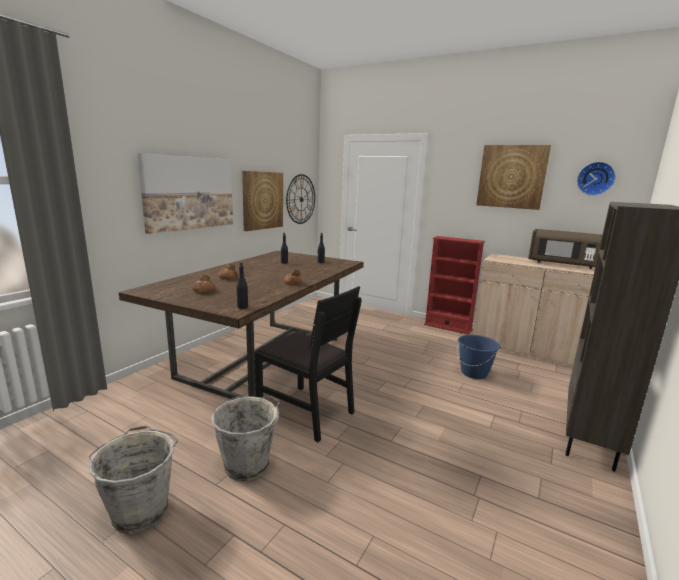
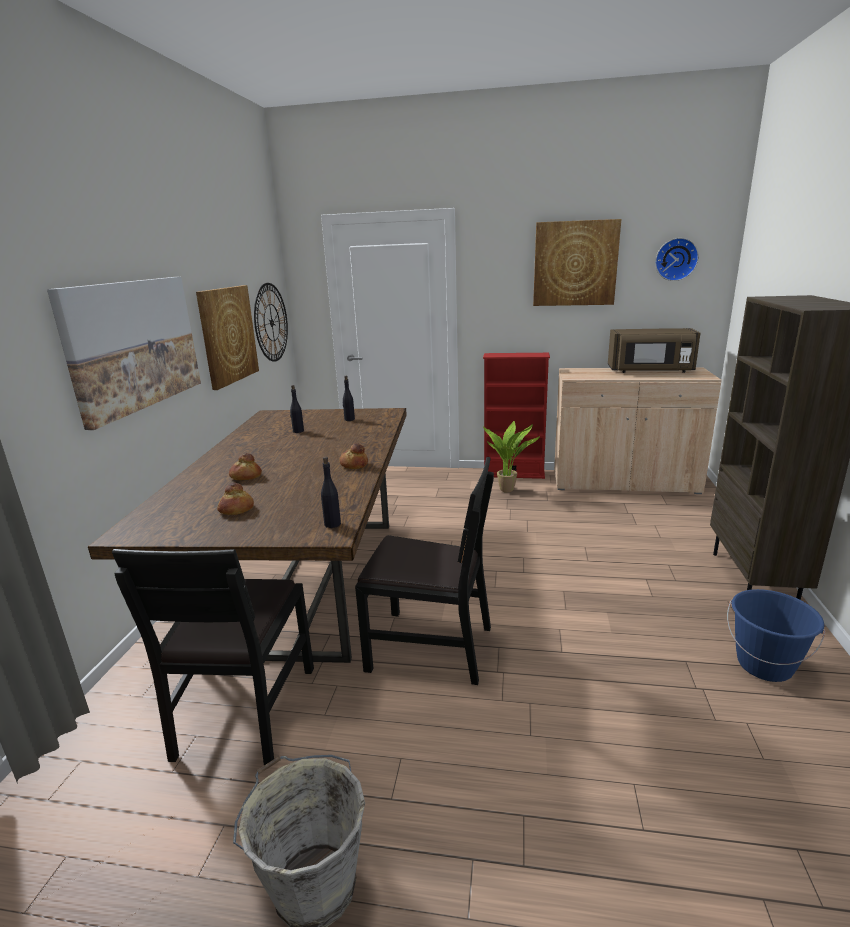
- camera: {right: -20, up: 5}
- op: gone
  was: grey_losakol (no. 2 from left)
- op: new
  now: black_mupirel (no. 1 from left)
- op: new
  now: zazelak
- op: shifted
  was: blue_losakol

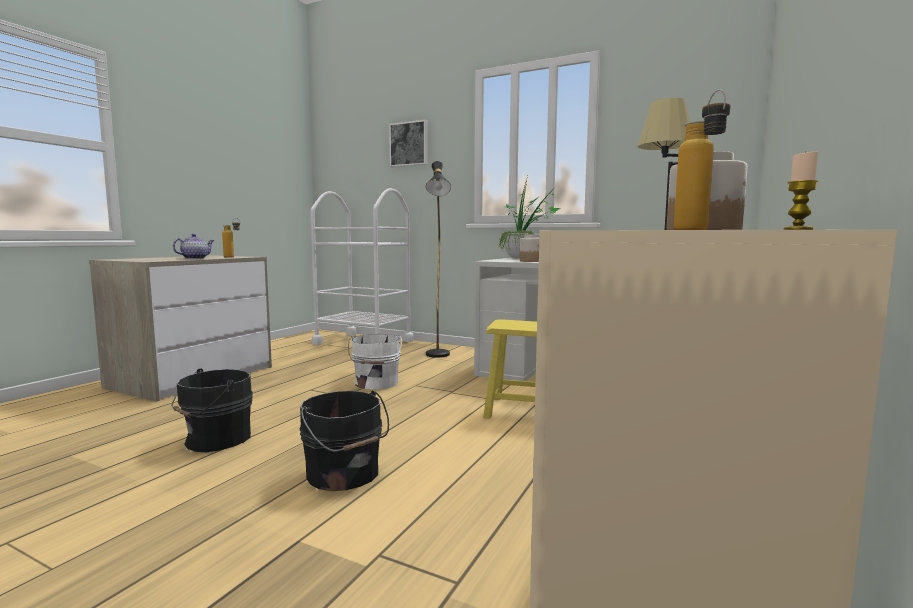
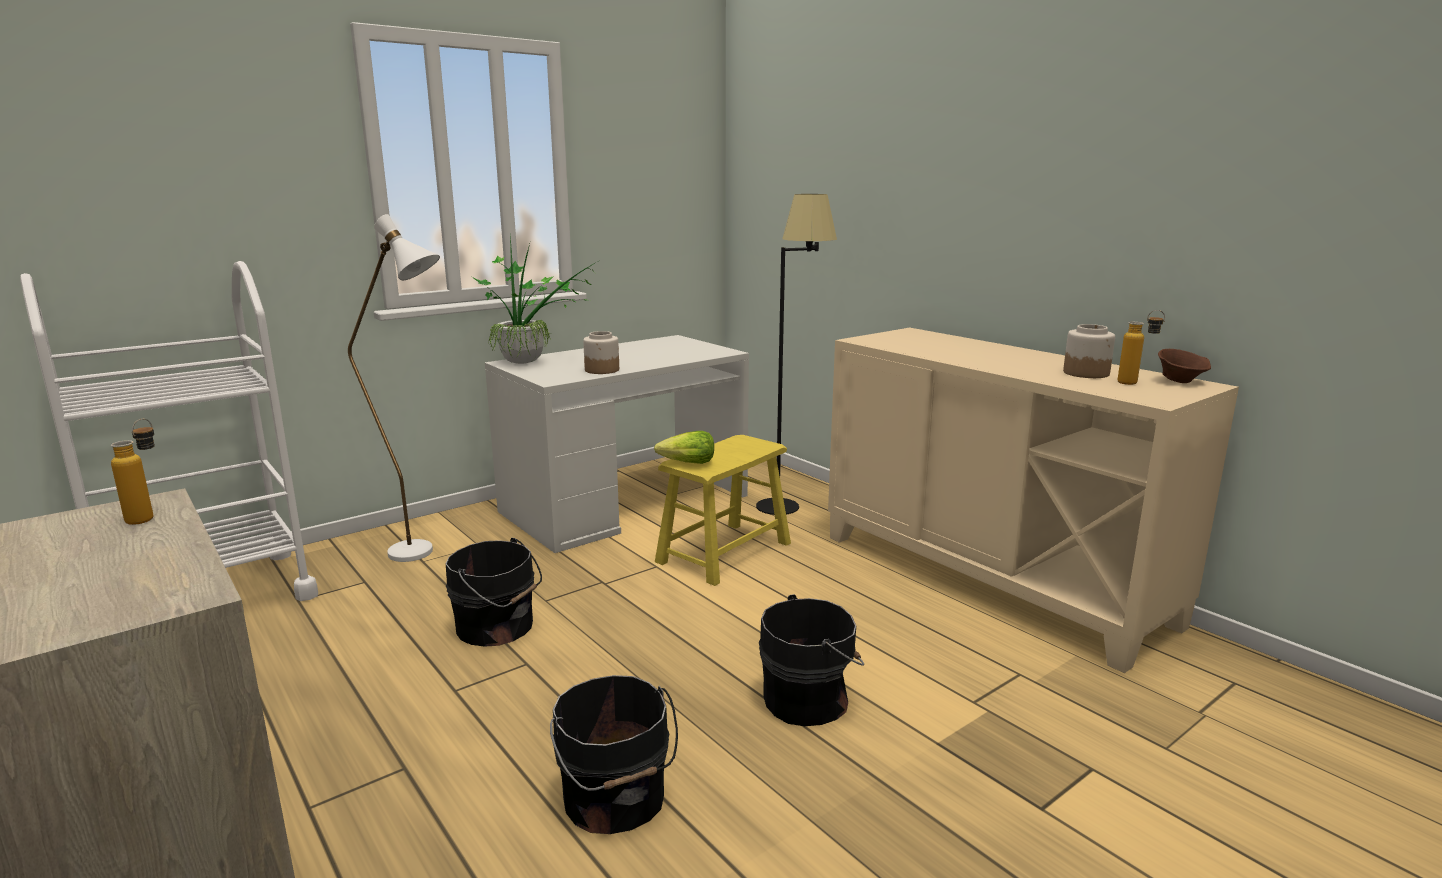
- camera: {right: -65, up: 10}
- op: gone
  was: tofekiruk
- op: gone
  was: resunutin
- op: new
  now: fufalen
- op: swapped
  was: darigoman
  now: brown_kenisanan
- op: repainted
  was: white_losakol
  now: black_losakol (no. 1 from left)
- op: repainted
  was: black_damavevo (no. 1 from left)
  now: white_damavevo

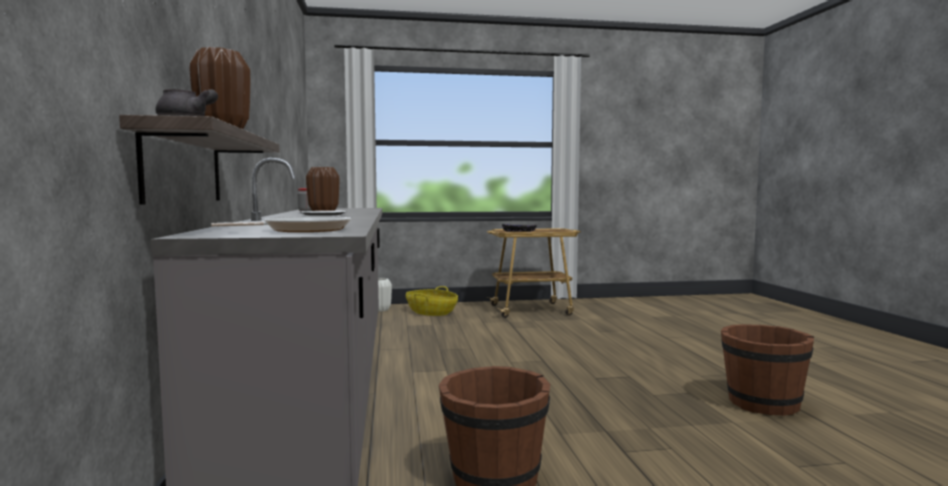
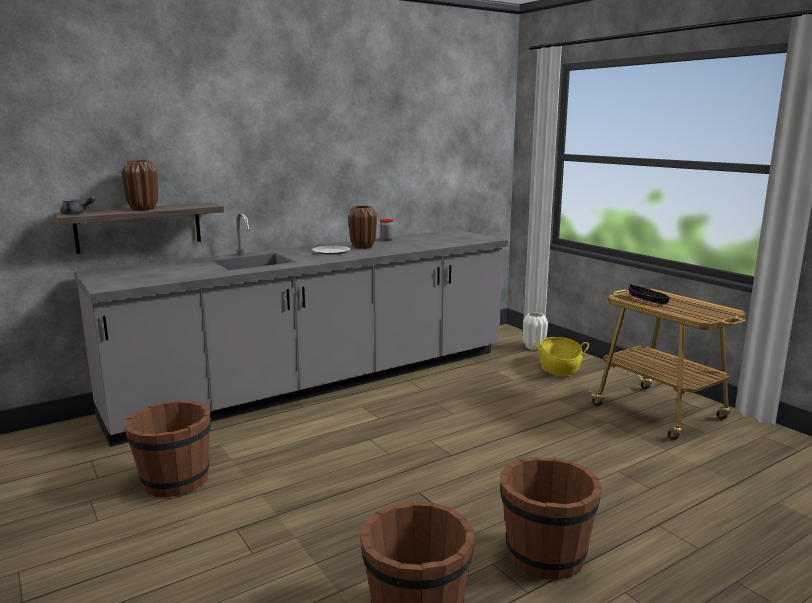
- camera: {right: 65, up: 10}
- op: gone
  was: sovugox
- op: new
  now: brown_losakol (no. 3 from left)

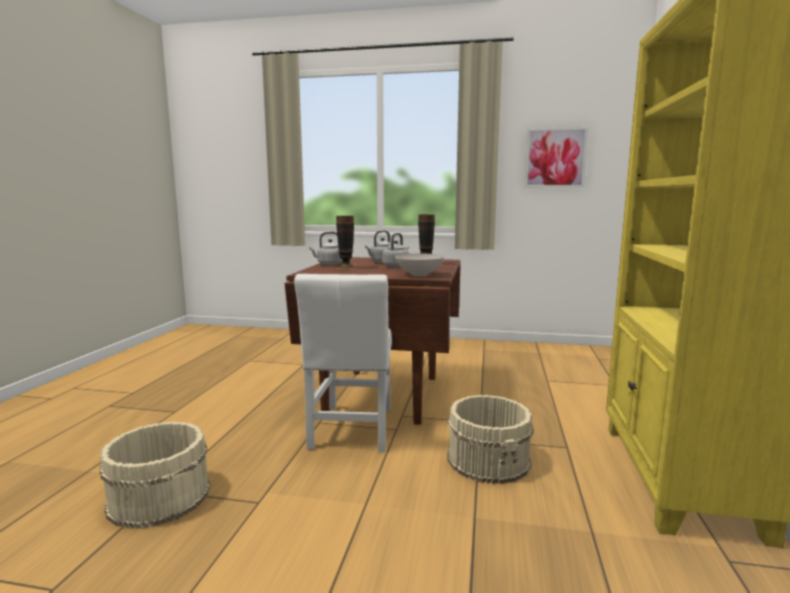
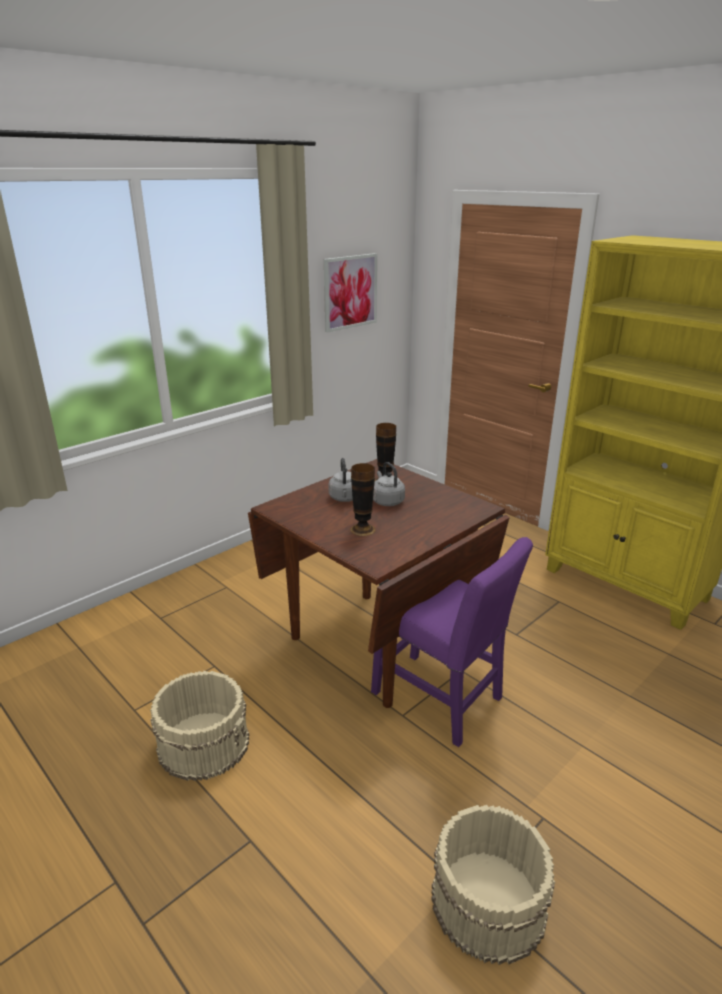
- camera: {right: -55, up: 15}
- op: gone
  was: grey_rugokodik (no. 1 from left)
- op: gone
  was: white_kenisanan
- op: shifted
  was: beige_losakol (no. 2 from left in the first image)
  now: beige_losakol (no. 1 from left)
- op: repainted
  was: white_mupirel
  now: purple_mupirel

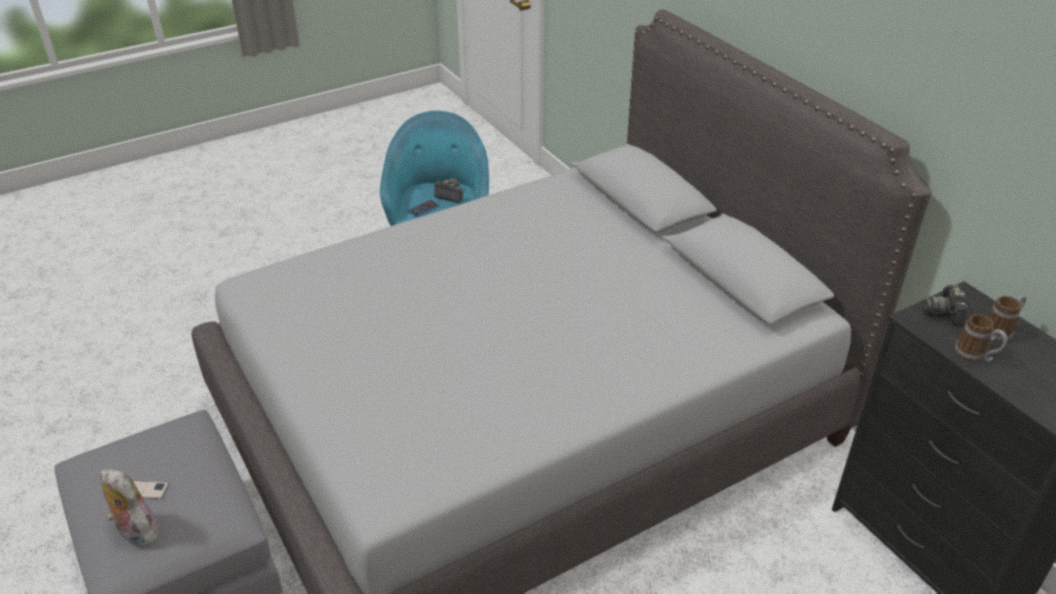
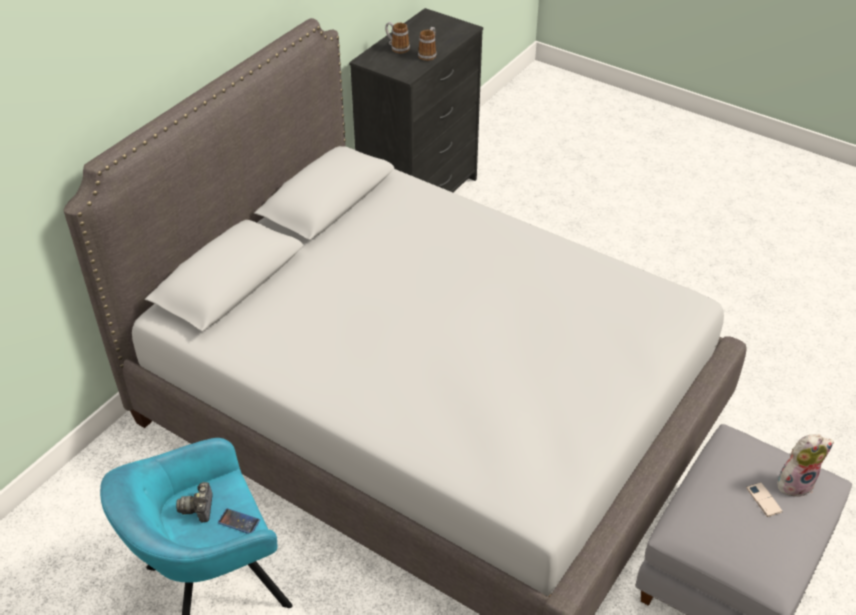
- camera: {right: -115, up: 5}
- op: gone
  was: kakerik (no. 2 from left)
- op: rotated
  was: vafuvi
  clockwise: -120

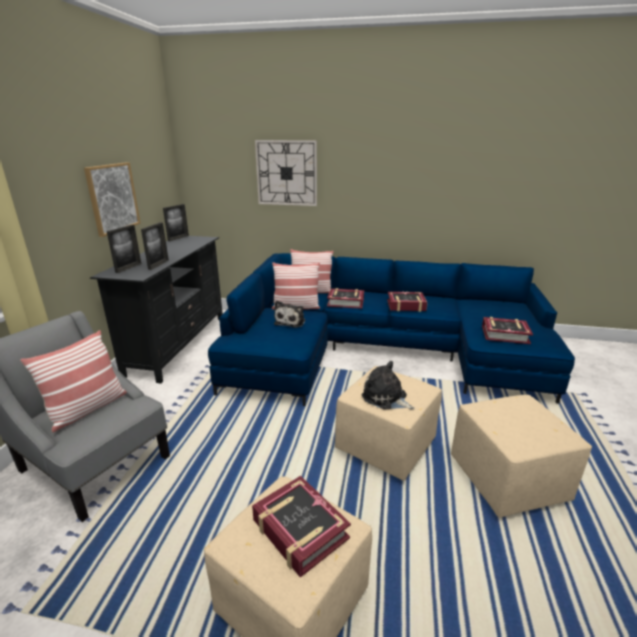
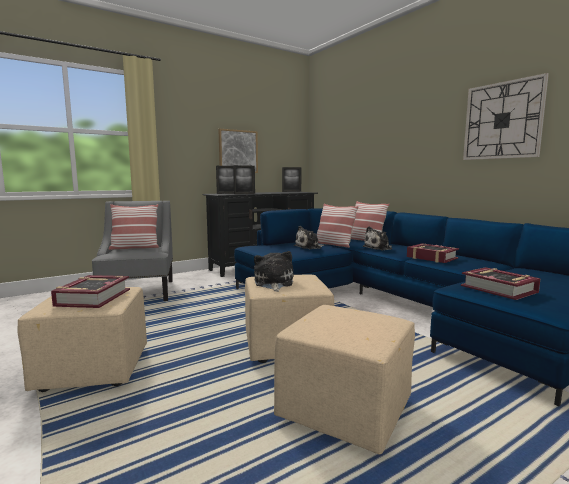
- camera: {right: 45, up: -15}
- op: shifted
  was: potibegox
- op: swapped
  was: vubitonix (no. 2 from left)
  now: vafuvi (no. 3 from left)

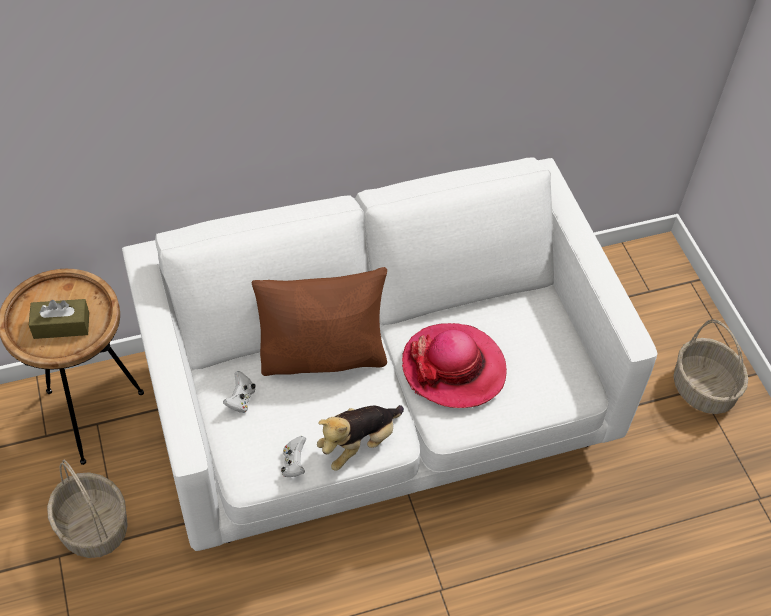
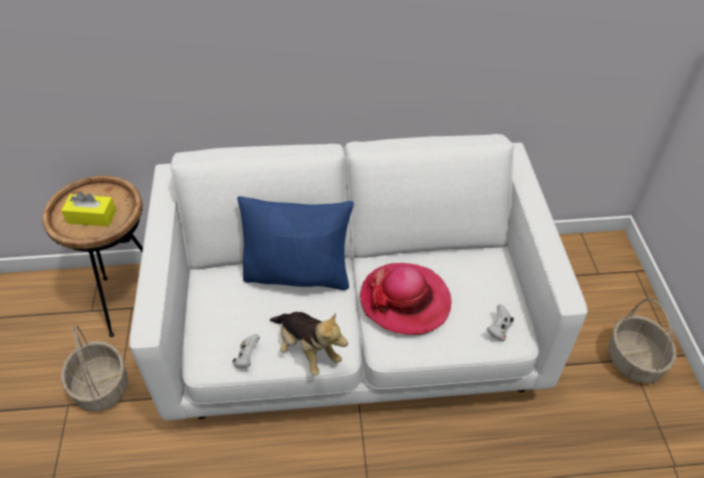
- camera: {right: 15, up: -5}
- op: shifted
  was: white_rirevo (no. 1 from left in the first image)
  now: white_rirevo (no. 2 from left)
- op: repainted
  was: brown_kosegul
  now: yellow_kosegul
- op: repainted
  was: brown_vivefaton
  now: blue_vivefaton
- op: rotated
  was: vafuvi
  clockwise: -105

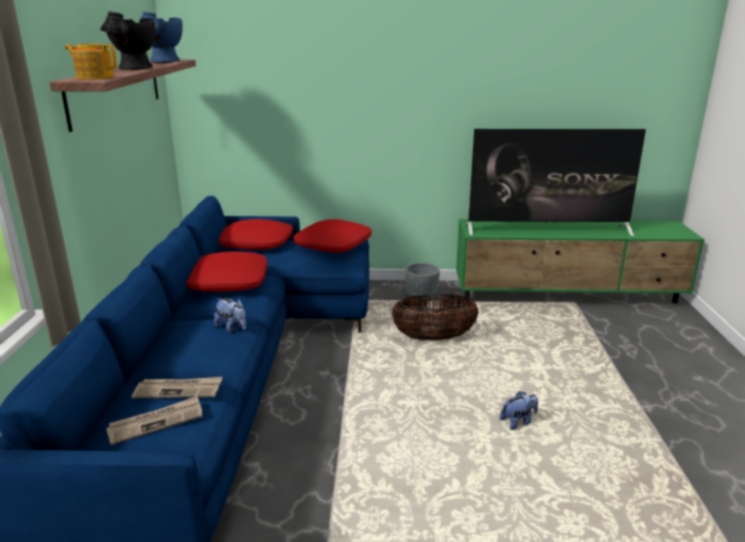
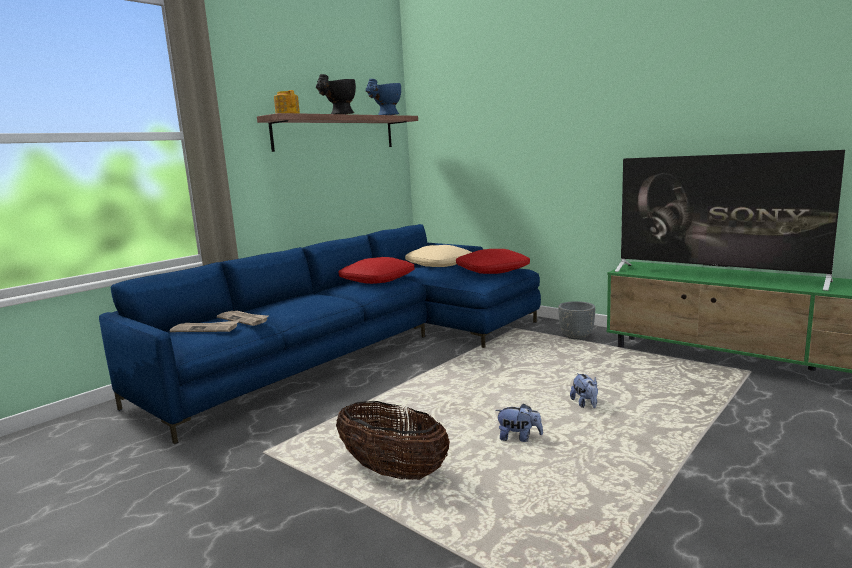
- camera: {right: 40, up: -10}
- op: shifted
  was: vafuvi (no. 1 from left in the first image)
  now: vafuvi (no. 2 from left)
- op: shifted
  was: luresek
- op: repainted
  was: red_vivefaton (no. 2 from left)
  now: beige_vivefaton

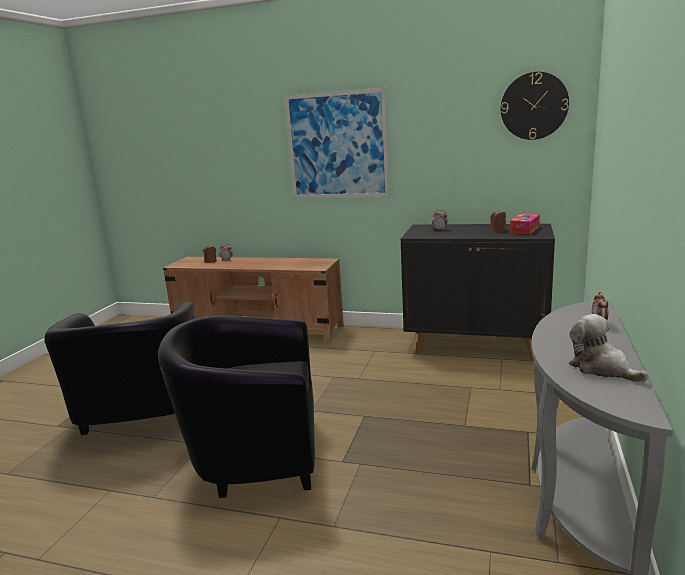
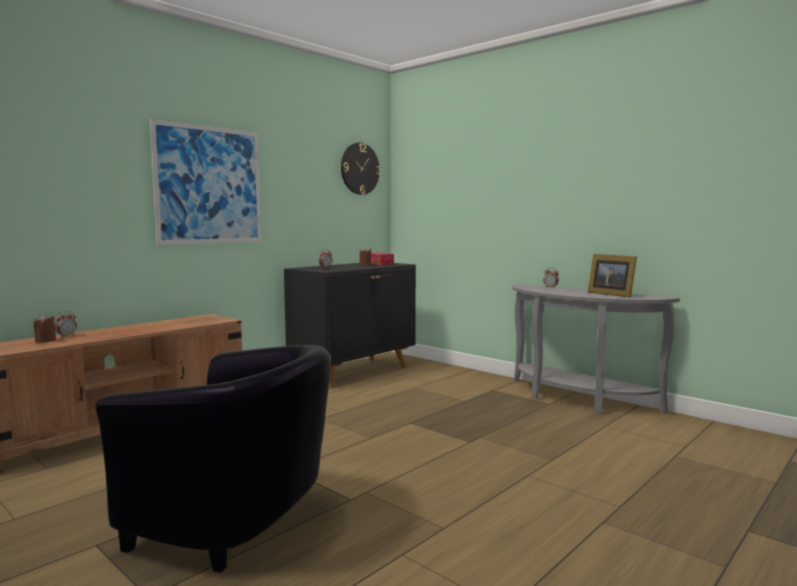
- camera: {right: -65, up: -10}
- op: gone
  was: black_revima (no. 2 from left)
- op: swapped
  was: vafuvi
  now: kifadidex

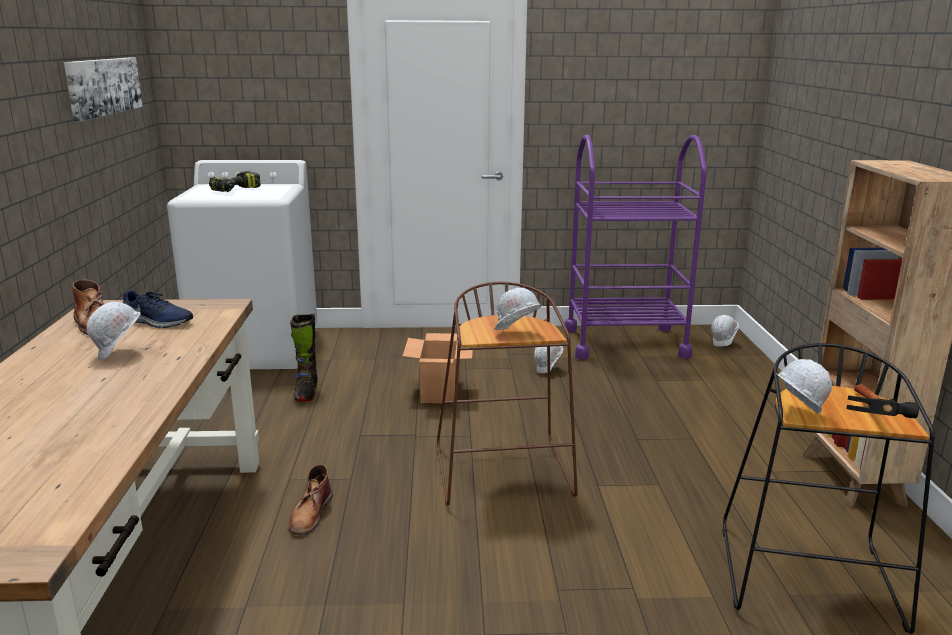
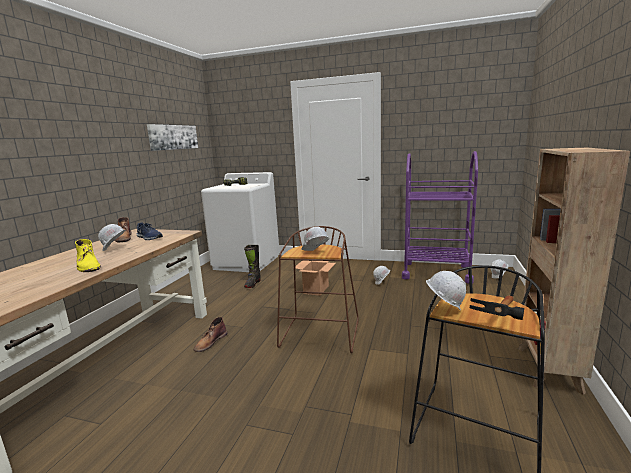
- camera: {right: 20, up: -5}
- op: new
  now: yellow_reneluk

